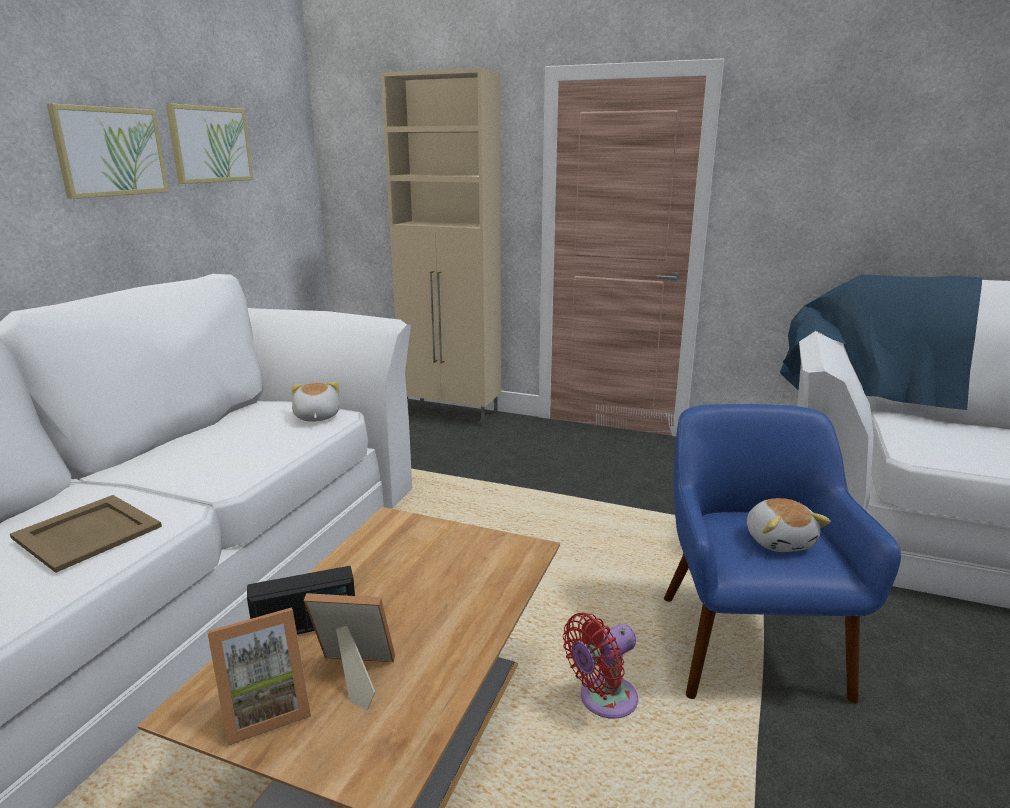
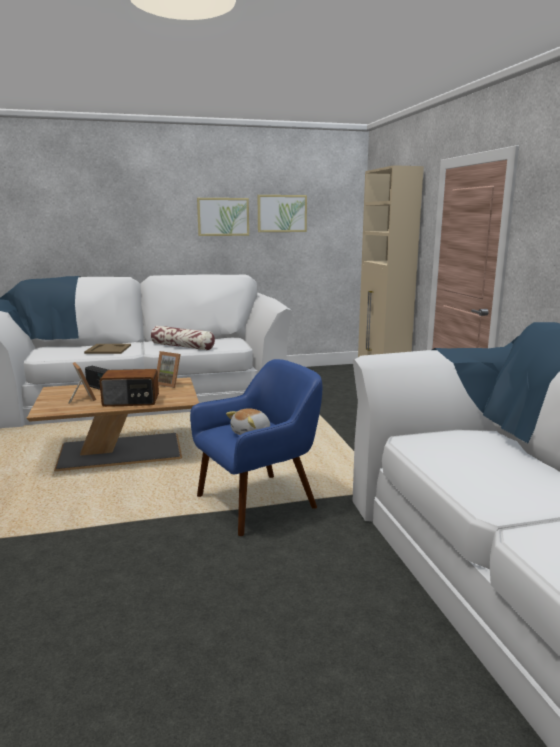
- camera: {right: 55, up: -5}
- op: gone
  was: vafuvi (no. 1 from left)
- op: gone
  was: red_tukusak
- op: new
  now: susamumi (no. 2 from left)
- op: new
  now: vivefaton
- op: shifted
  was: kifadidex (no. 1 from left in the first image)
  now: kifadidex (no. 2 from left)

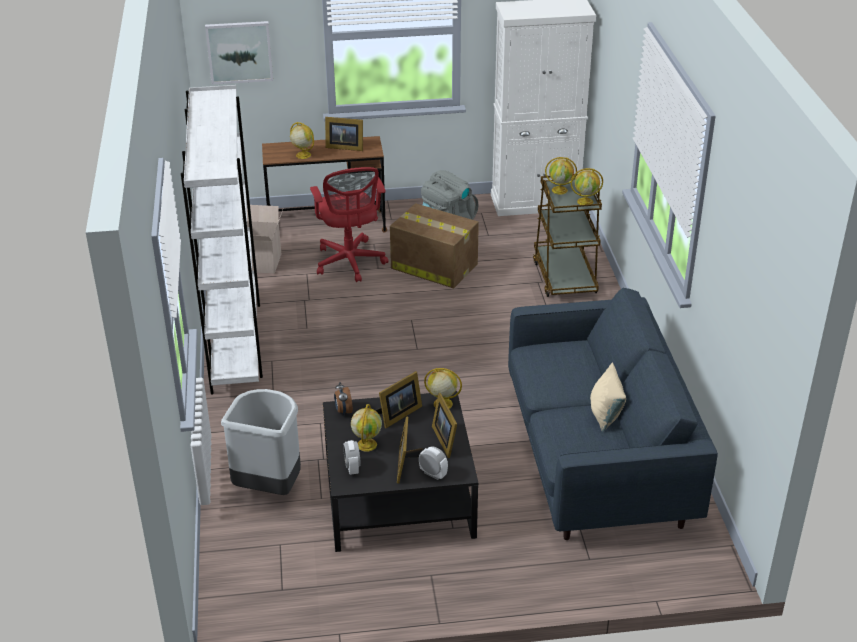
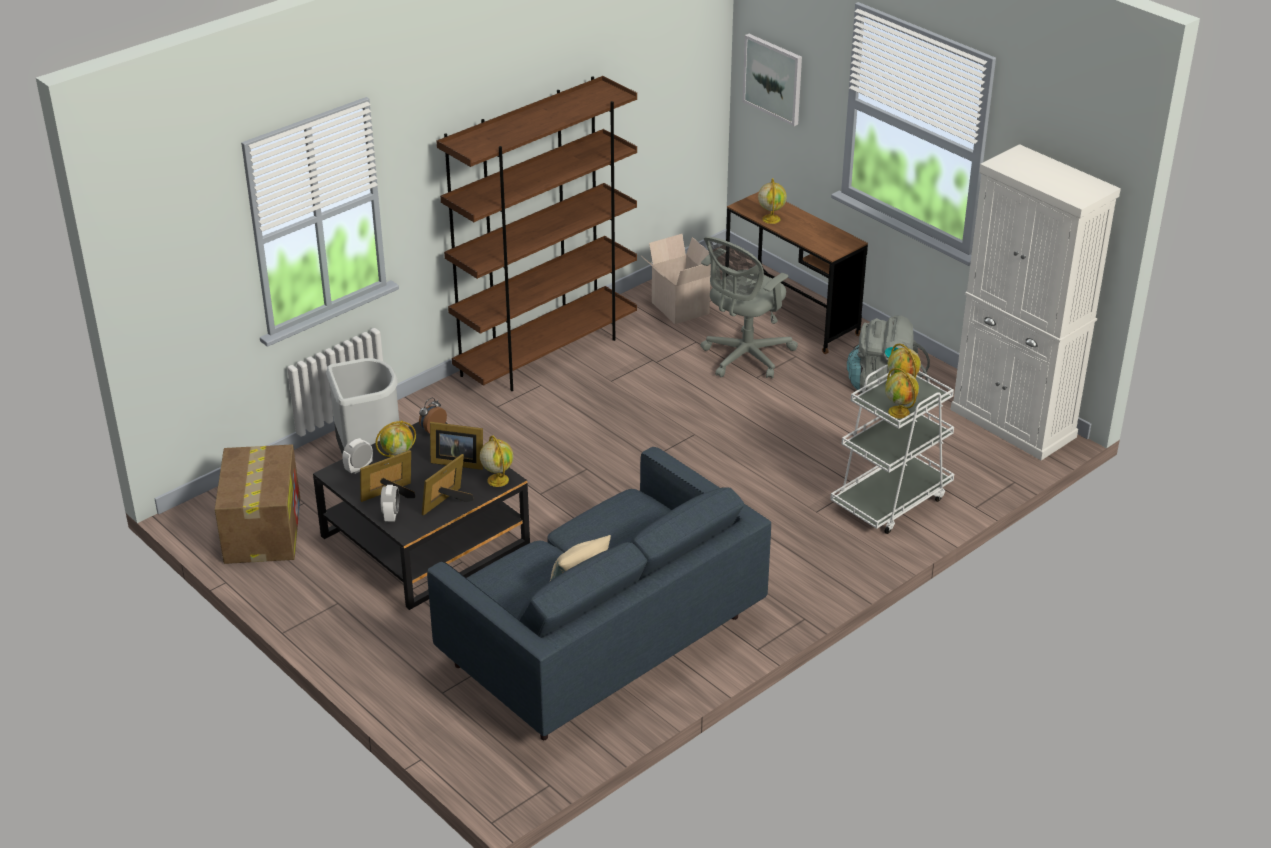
- camera: {right: 55, up: 0}
- op: gone
  was: kifadidex (no. 1 from left)
- op: shifted
  was: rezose (no. 2 from left in the first image)
  now: rezose (no. 1 from left)
- op: repainted
  was: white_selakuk
  now: brown_selakuk
- op: repainted
  was: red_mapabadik
  now: grey_mapabadik
- op: repainted
  was: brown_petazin
  now: white_petazin

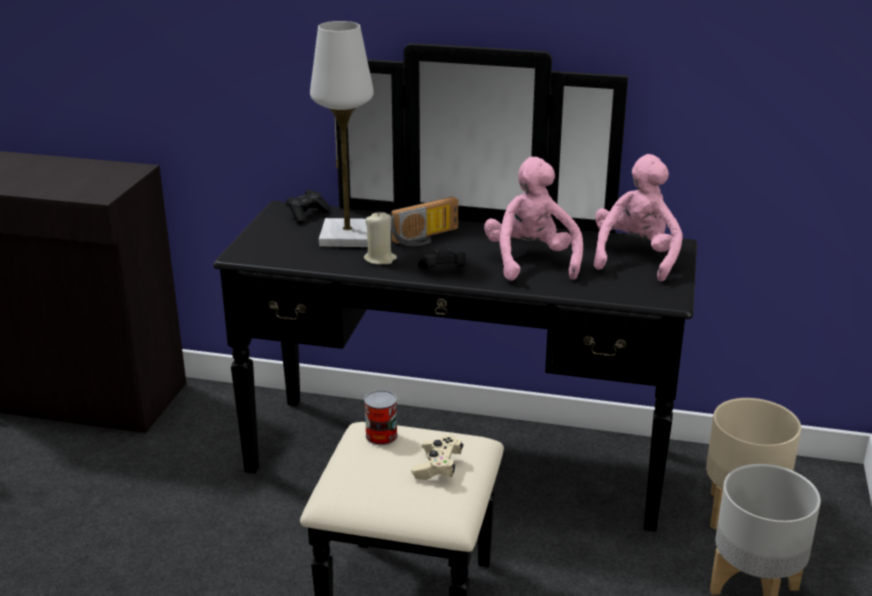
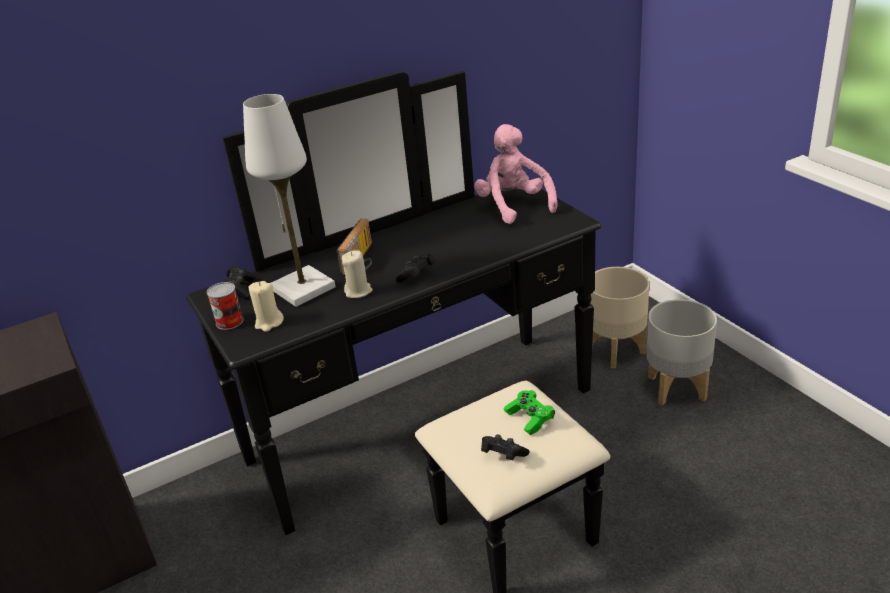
- camera: {right: -40, up: 5}
- op: gone
  was: pink_vafuvi (no. 1 from left)
- op: new
  now: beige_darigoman (no. 1 from left)
- op: new
  now: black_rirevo (no. 3 from left)
- op: shifted
  was: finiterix
- op: repainted
  was: beige_rirevo
  now: green_rirevo

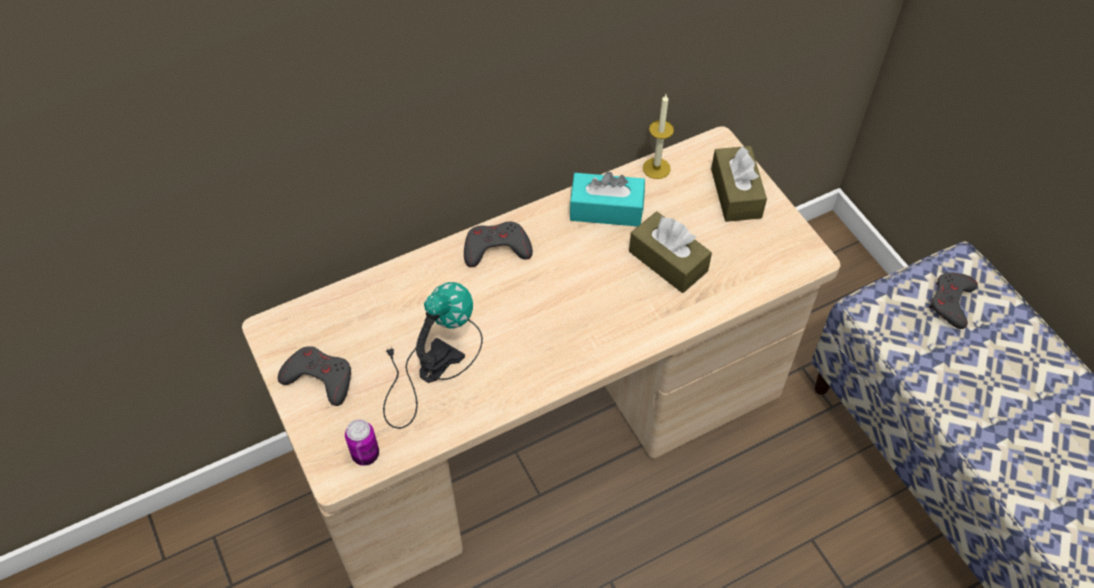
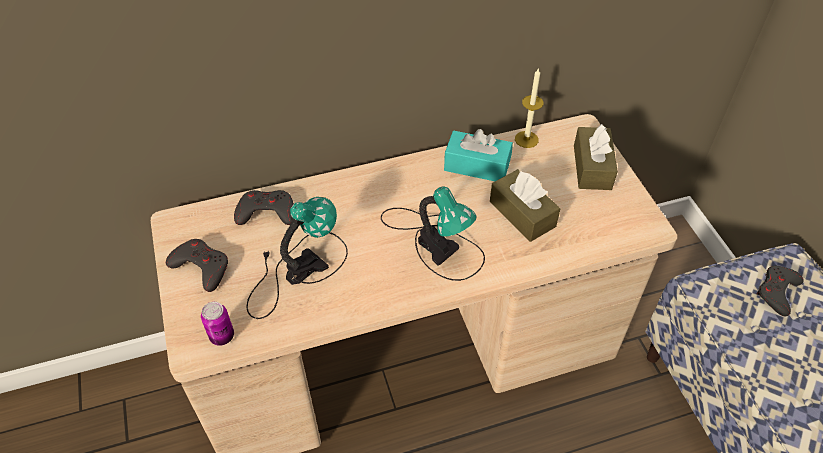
- camera: {right: 10, up: -5}
- op: new
  now: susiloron (no. 2 from left)
- op: shifted
  was: grey_rirevo (no. 2 from left)

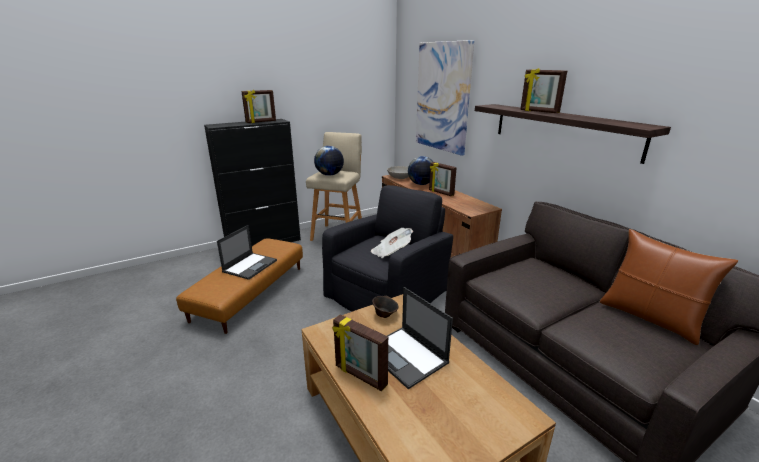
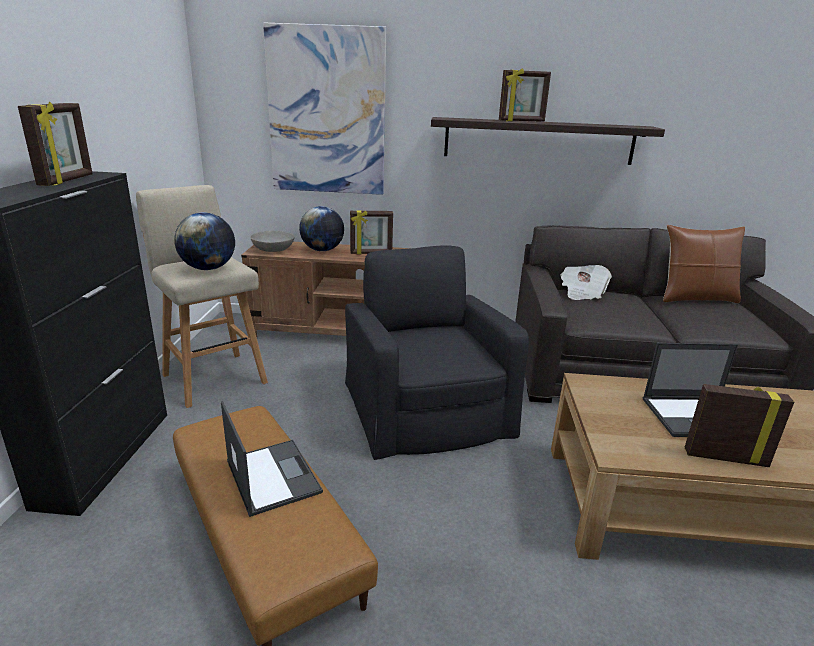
- camera: {right: -55, up: 0}
- op: gone
  was: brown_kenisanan
- op: shifted
  was: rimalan
- op: rotated
  was: kifadidex (no. 2 from left in the first image)
  clockwise: -150

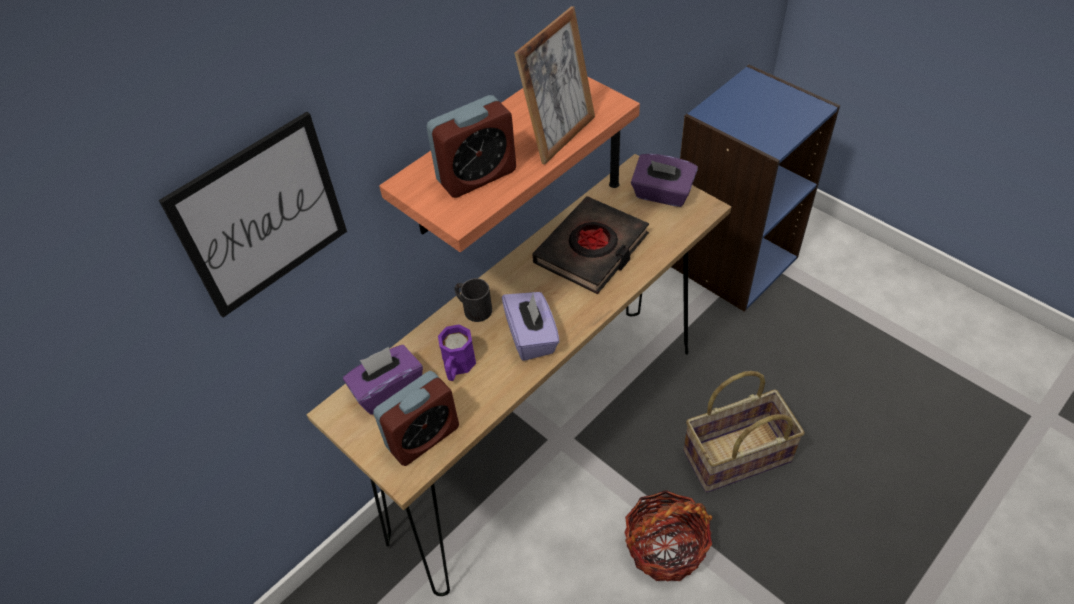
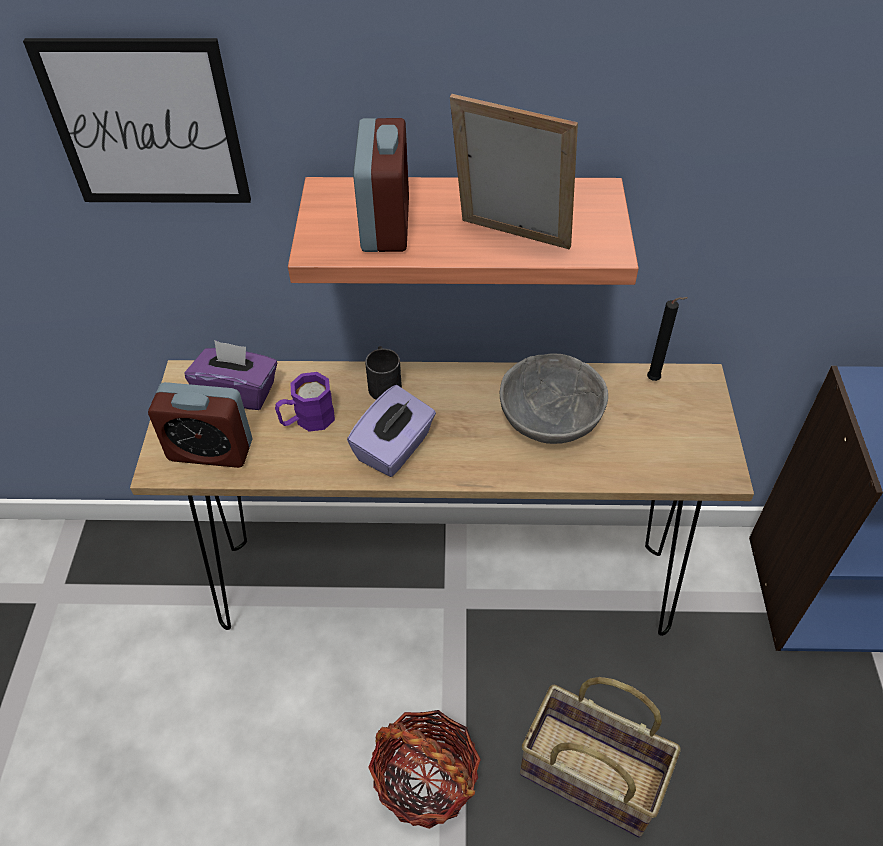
- camera: {right: 45, up: 0}
- op: gone
  was: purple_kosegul (no. 3 from left)
- op: swapped
  was: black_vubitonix
  now: grey_kenisanan
- op: rotated
  was: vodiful (no. 2 from left)
  clockwise: -105
- op: rotated
  was: kifadidex
  clockwise: -150

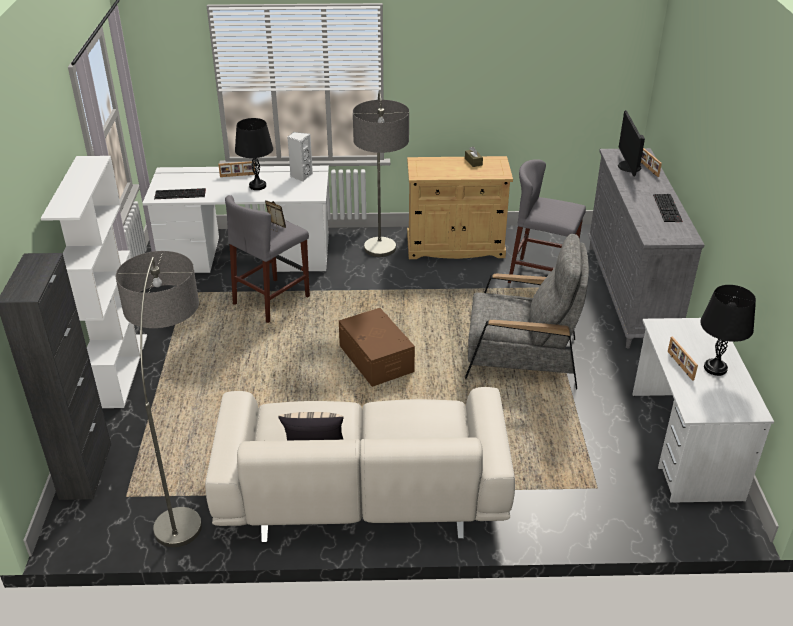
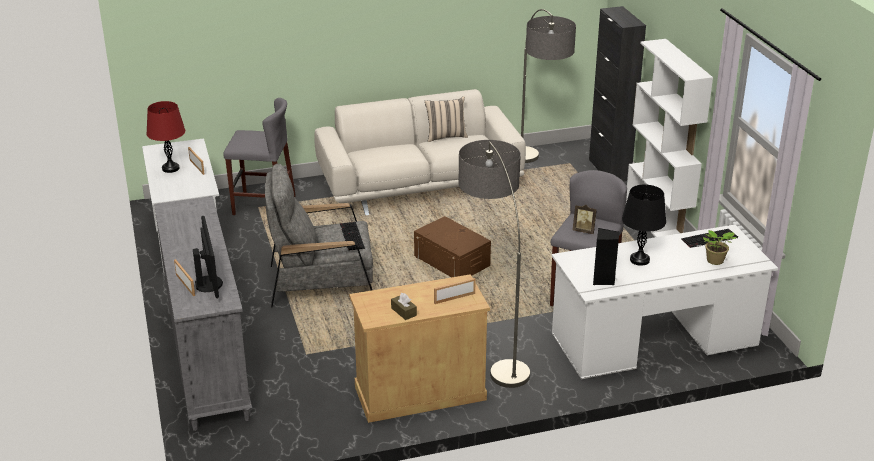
- camera: {right: 165, up: -5}
- op: new
  now: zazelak
- op: shifted
  was: kifadidex (no. 1 from left in the first image)
  now: kifadidex (no. 3 from left)
- op: shifted
  was: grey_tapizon (no. 2 from left in the first image)
  now: grey_tapizon (no. 1 from left)
- op: shifted
  was: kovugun (no. 2 from left in the first image)
  now: kovugun (no. 1 from left)
- op: repainted
  was: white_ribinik
  now: black_ribinik
- op: repainted
  was: black_susiloron (no. 2 from left)
  now: red_susiloron

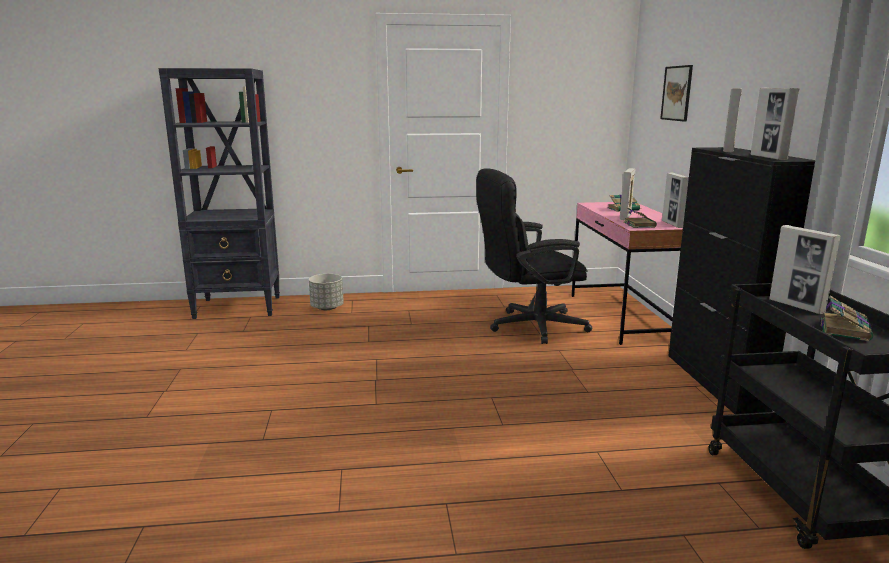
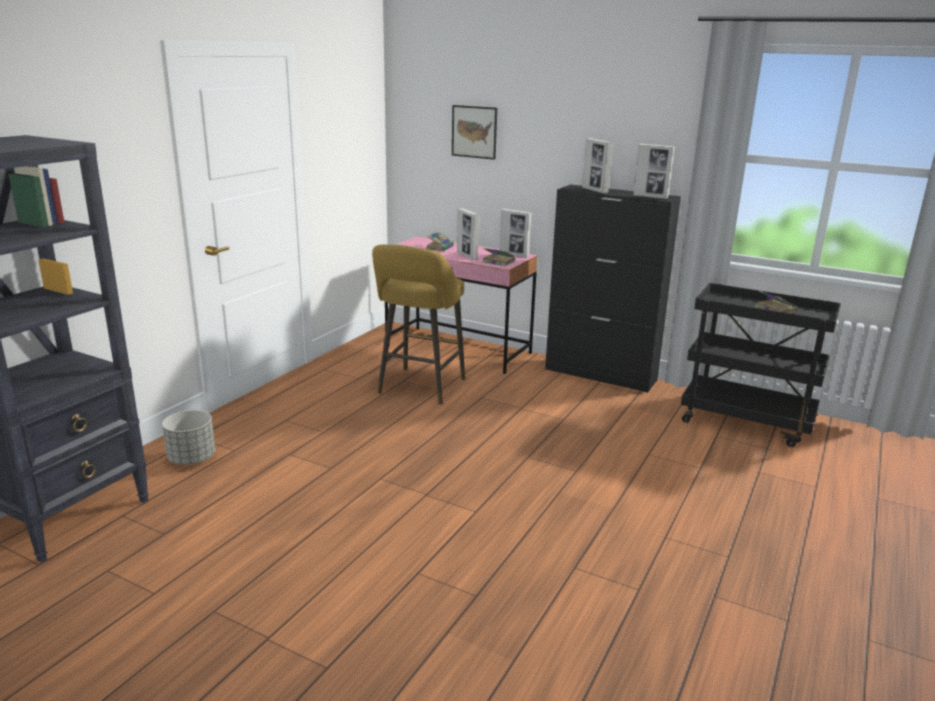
- camera: {right: -55, up: 5}
- op: gone
  was: kifadidex (no. 5 from left)
- op: swapped
  was: black_mapabadik
  now: yellow_tapizon

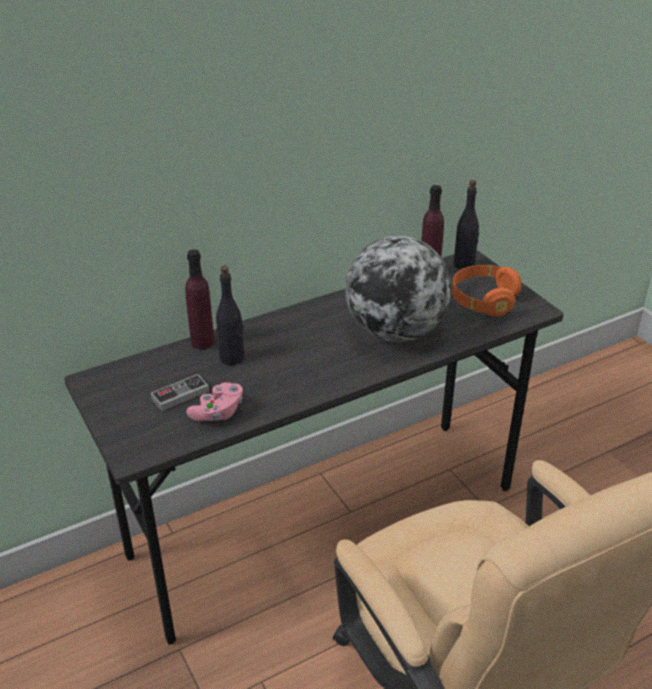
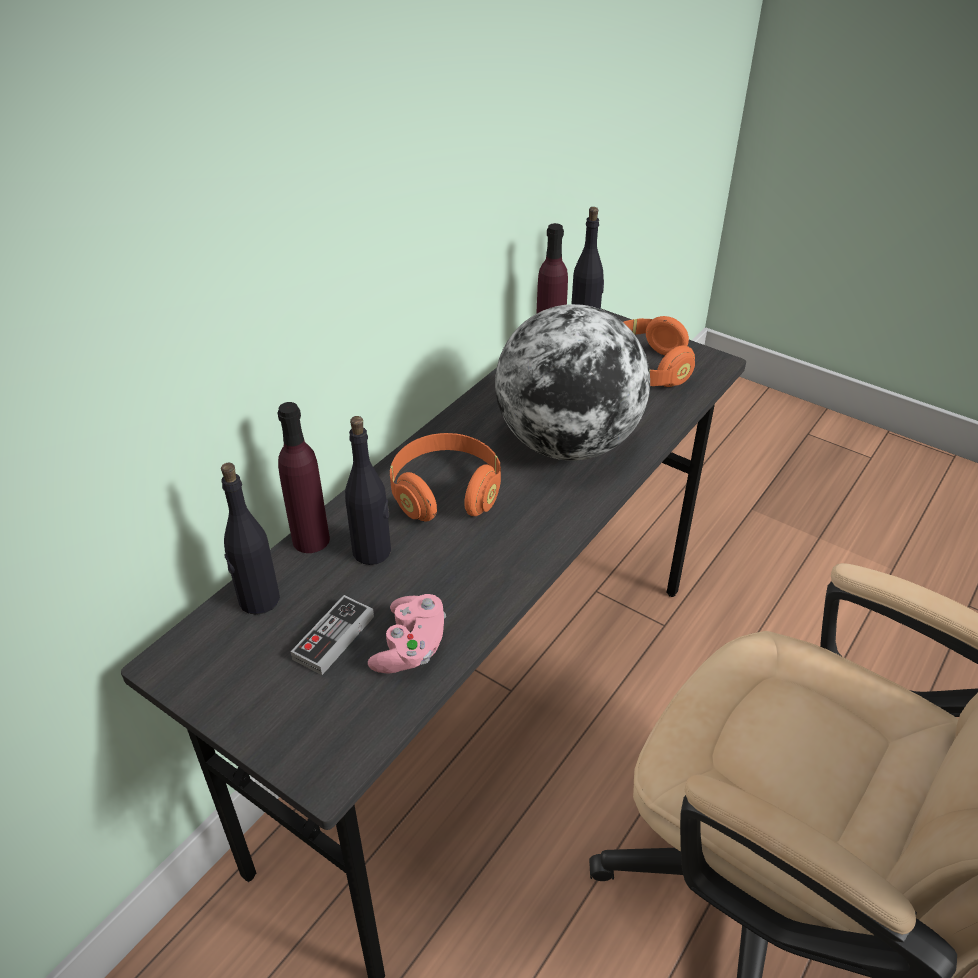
- camera: {right: -25, up: 5}
- op: new
  now: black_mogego (no. 1 from left)
- op: new
  now: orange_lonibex (no. 1 from left)

